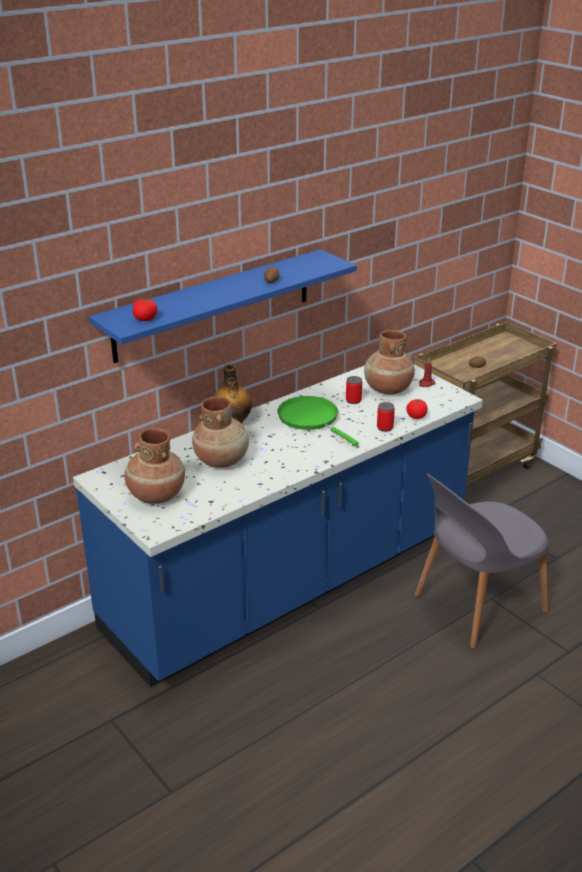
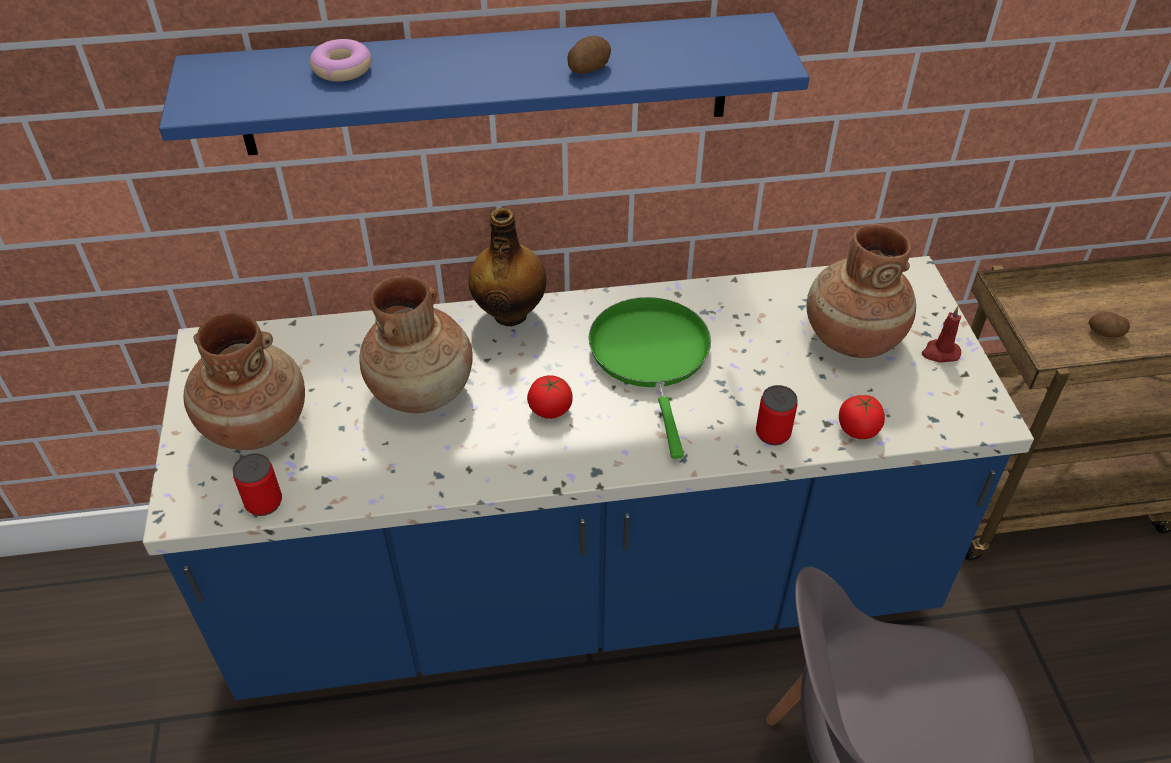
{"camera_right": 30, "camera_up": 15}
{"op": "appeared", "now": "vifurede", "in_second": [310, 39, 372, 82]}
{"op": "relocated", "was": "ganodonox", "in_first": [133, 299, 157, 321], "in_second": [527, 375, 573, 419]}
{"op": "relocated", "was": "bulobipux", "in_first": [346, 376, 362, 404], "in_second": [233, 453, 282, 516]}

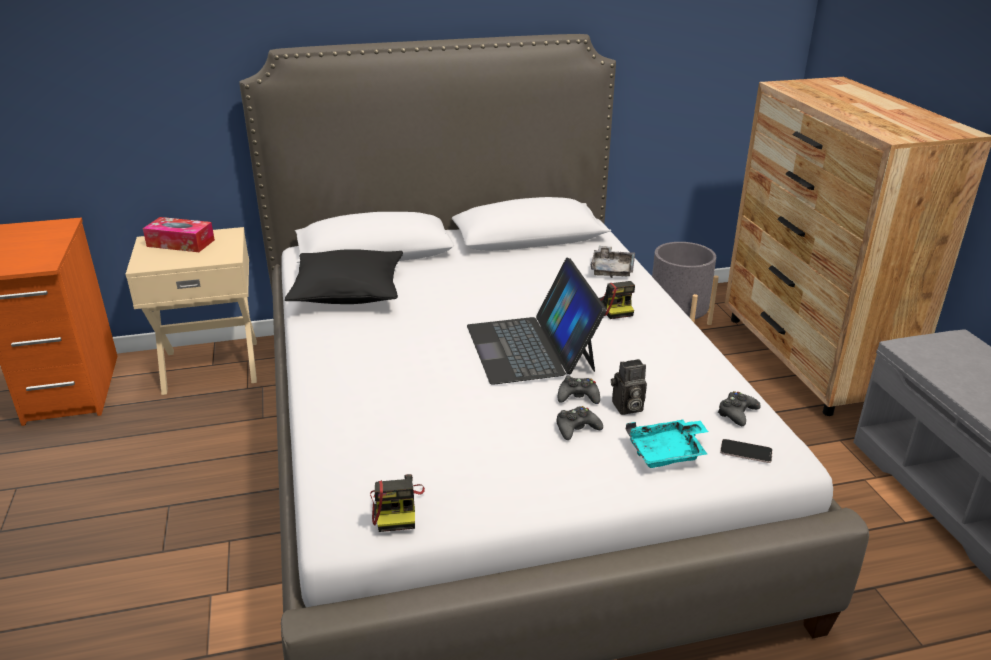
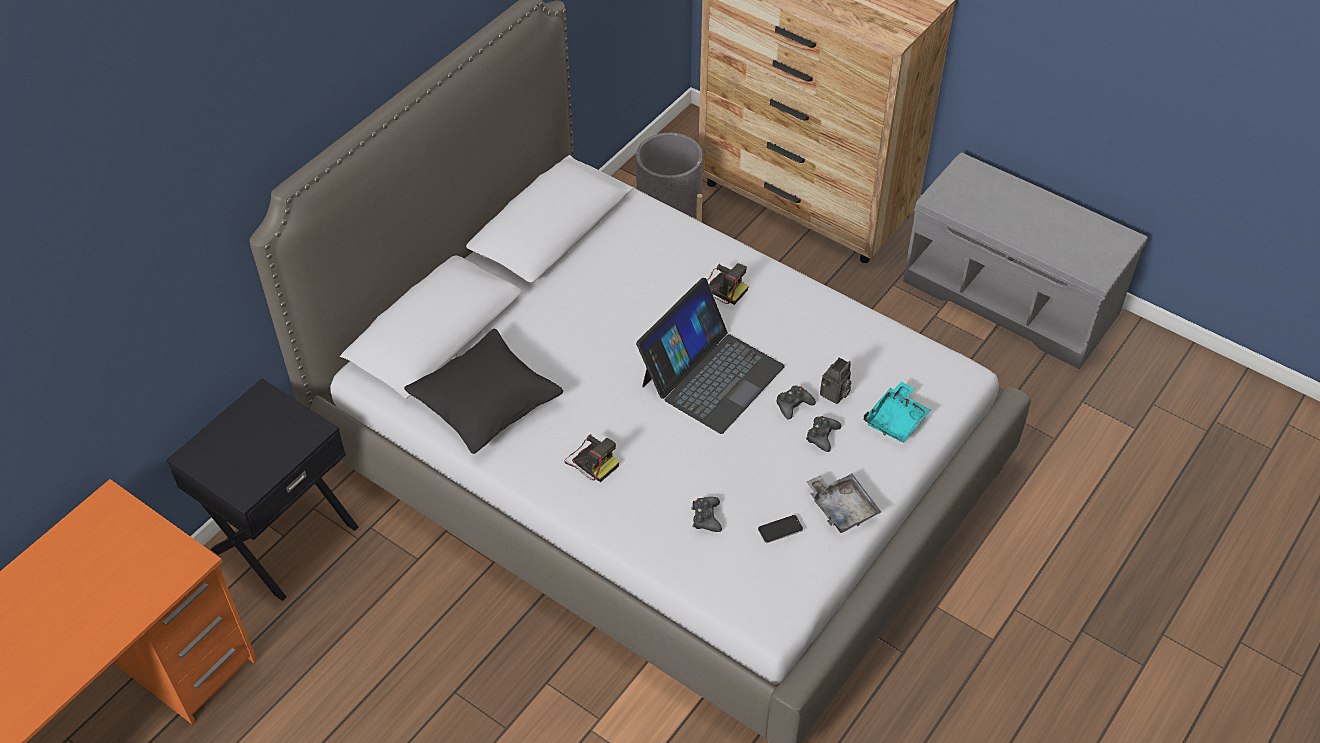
{"camera_right": -40, "camera_up": 20}
{"op": "missing", "was": "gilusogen", "in_first": [143, 217, 215, 252]}
{"op": "relocated", "was": "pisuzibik", "in_first": [370, 474, 425, 532], "in_second": [564, 434, 619, 482]}
{"op": "relocated", "was": "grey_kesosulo", "in_first": [591, 246, 635, 278], "in_second": [806, 474, 881, 533]}
{"op": "relocated", "was": "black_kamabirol", "in_first": [717, 391, 761, 426], "in_second": [691, 497, 722, 532]}
{"op": "relocated", "was": "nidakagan", "in_first": [720, 439, 773, 463], "in_second": [758, 515, 803, 543]}
{"op": "colour", "was": "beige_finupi", "now": "black_finupi", "in_first": [126, 227, 257, 395], "in_second": [167, 378, 358, 601]}
{"op": "spun", "was": "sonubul", "in_first": [467, 258, 607, 385], "in_second": [636, 278, 785, 434], "clockwise": -90}

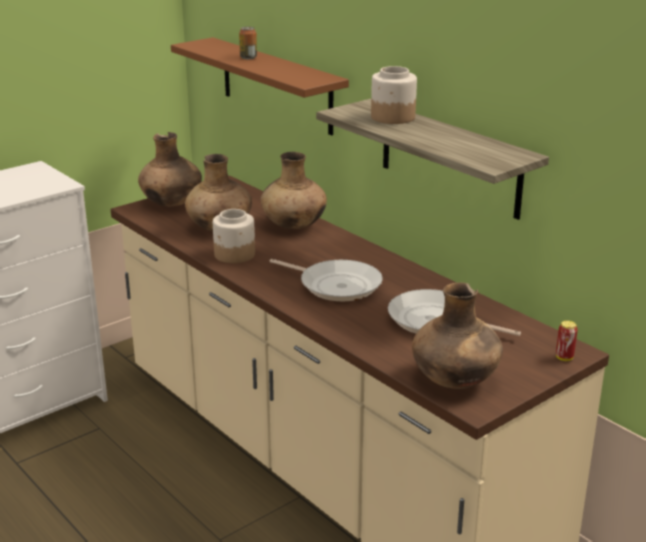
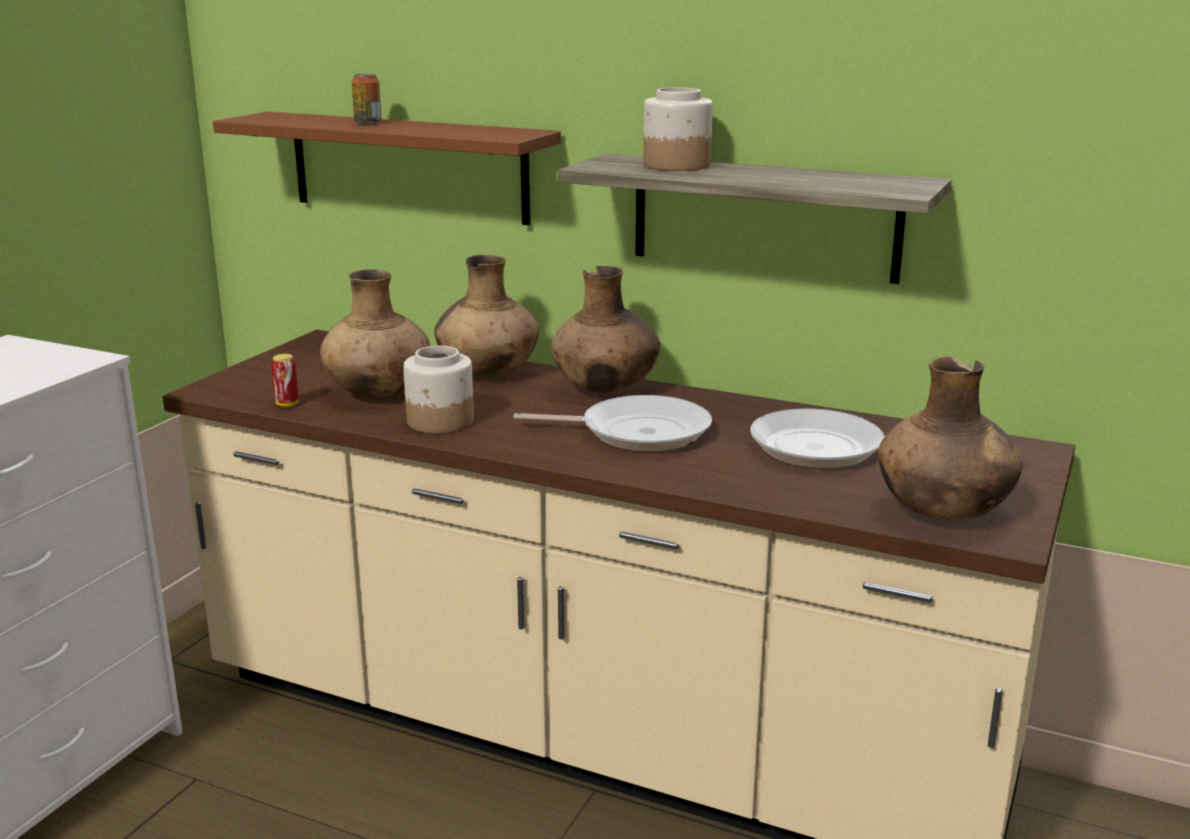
{"camera_right": -25, "camera_up": -5}
{"op": "relocated", "was": "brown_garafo", "in_first": [138, 132, 202, 206], "in_second": [551, 266, 660, 393]}
{"op": "relocated", "was": "bulobipux", "in_first": [556, 321, 578, 361], "in_second": [271, 354, 299, 407]}

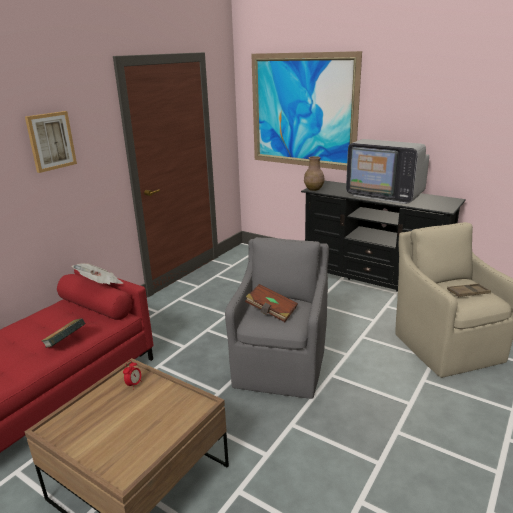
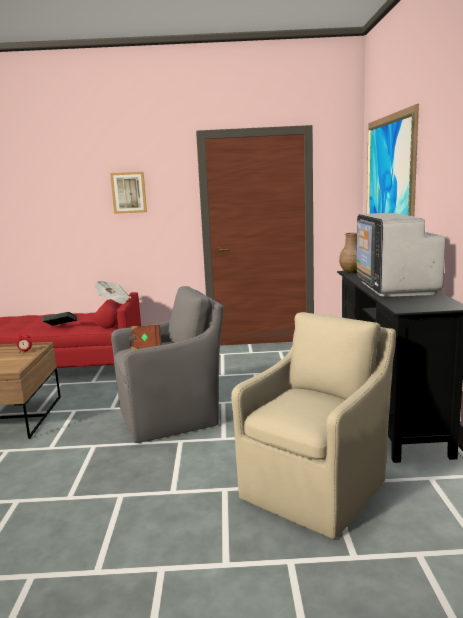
{"camera_right": 55, "camera_up": -10}
{"op": "missing", "was": "brown_kesosulo", "in_first": [447, 284, 491, 298]}

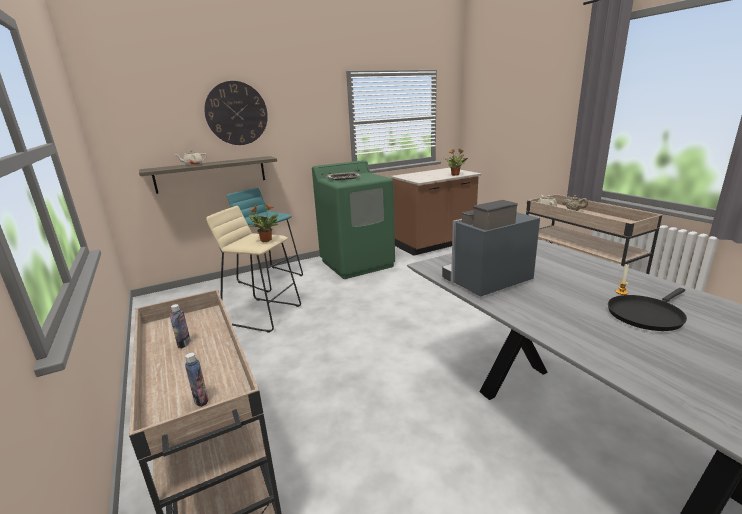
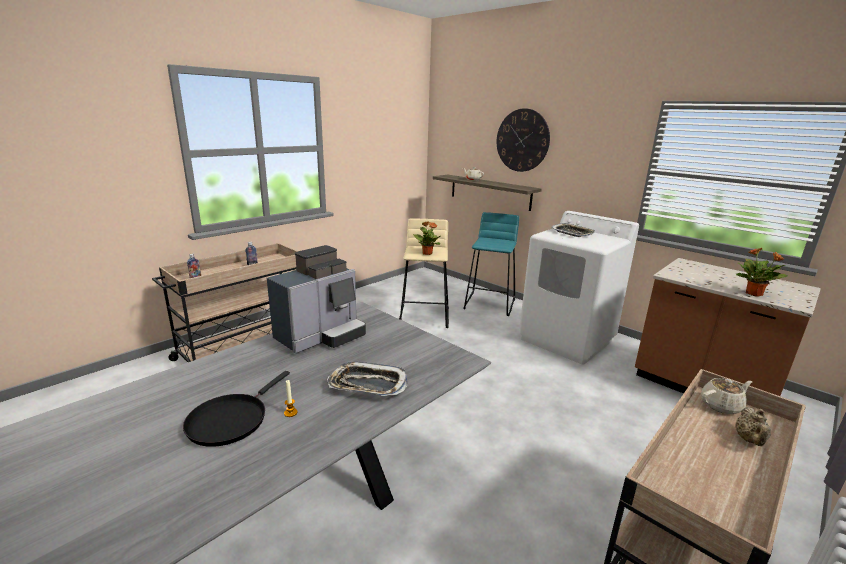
{"camera_right": 70, "camera_up": 0}
{"op": "appeared", "now": "kesosulo", "in_second": [327, 362, 407, 396]}
{"op": "colour", "was": "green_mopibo", "now": "white_mopibo", "in_first": [312, 160, 395, 279], "in_second": [519, 211, 639, 365]}
{"op": "spun", "was": "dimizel", "in_first": [442, 200, 540, 297], "in_second": [267, 245, 366, 353], "clockwise": 90}
{"op": "spun", "was": "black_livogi", "in_first": [608, 288, 687, 331], "in_second": [183, 371, 290, 447], "clockwise": -105}

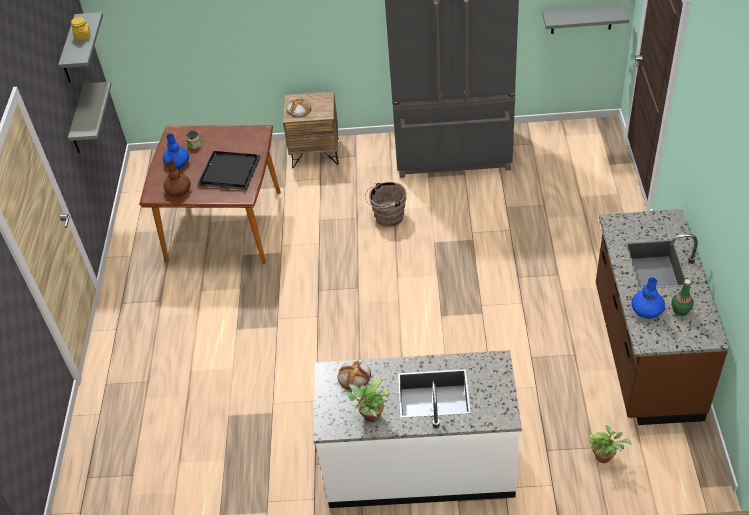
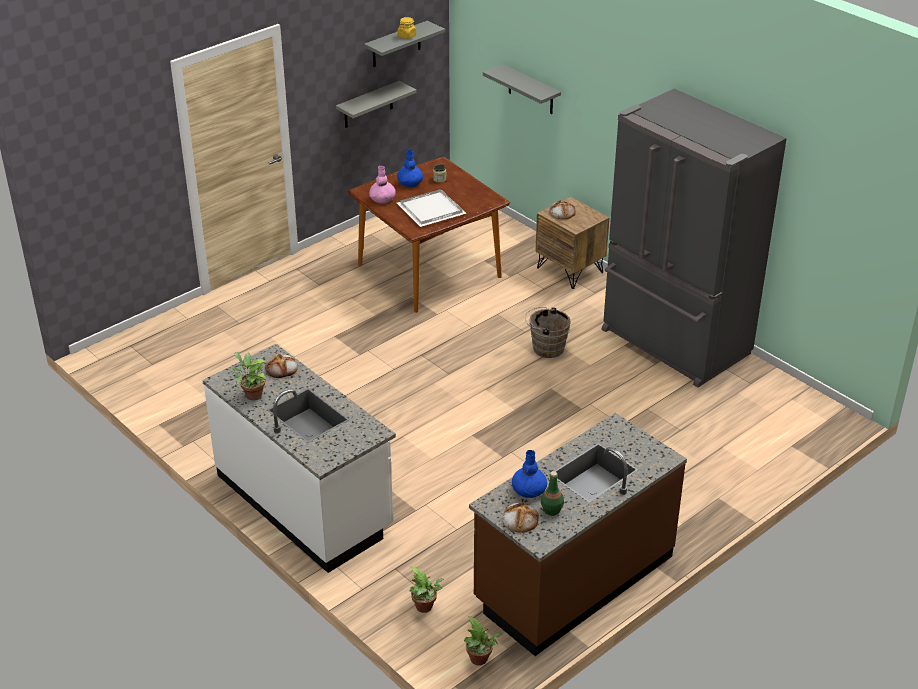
{"camera_right": 45, "camera_up": -10}
{"op": "appeared", "now": "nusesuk", "in_second": [464, 616, 502, 666]}
{"op": "appeared", "now": "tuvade", "in_second": [502, 502, 539, 533]}
{"op": "relocated", "was": "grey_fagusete", "in_first": [542, 5, 629, 34], "in_second": [483, 64, 561, 114]}
{"op": "colour", "was": "brown_garafo", "now": "pink_garafo", "in_first": [163, 161, 191, 197], "in_second": [369, 166, 396, 204]}
{"op": "colour", "was": "black_kesosulo", "now": "white_kesosulo", "in_first": [197, 151, 261, 190], "in_second": [397, 189, 467, 227]}

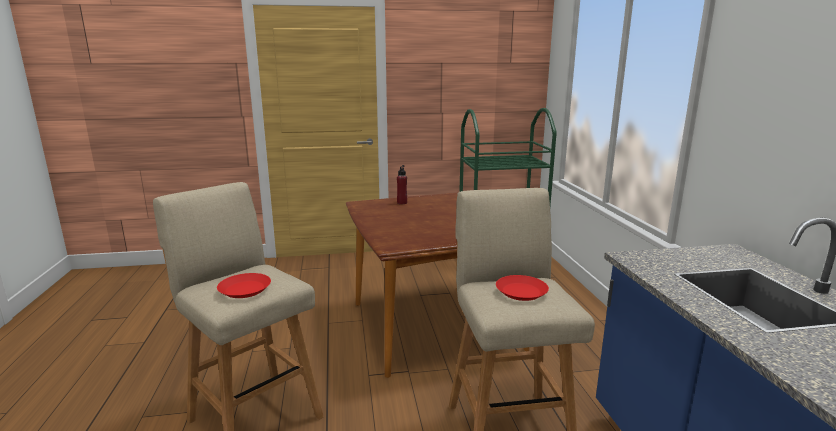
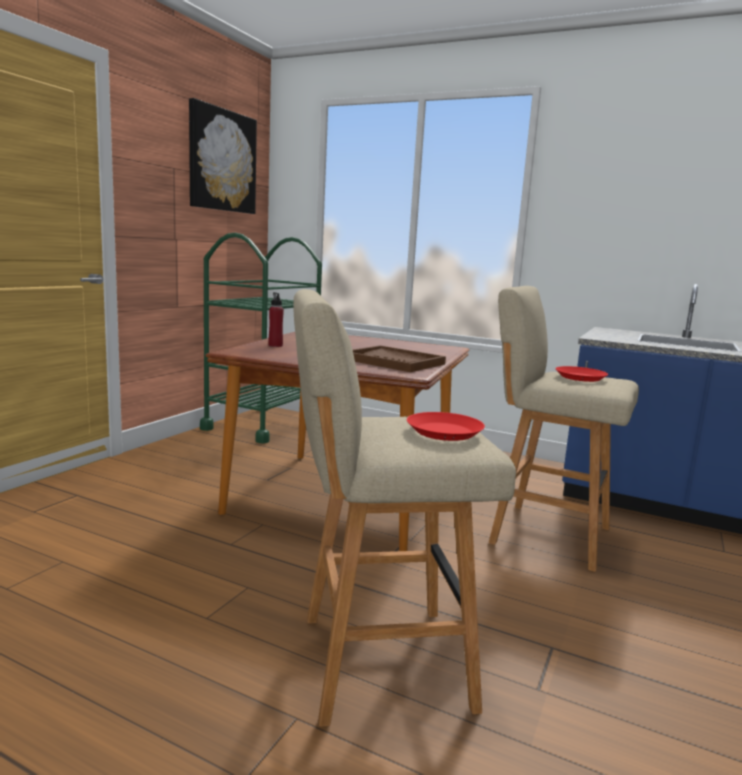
{"camera_right": -55, "camera_up": -5}
{"op": "appeared", "now": "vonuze", "in_second": [189, 98, 257, 214]}
{"op": "appeared", "now": "brown_kesosulo", "in_second": [353, 345, 446, 372]}

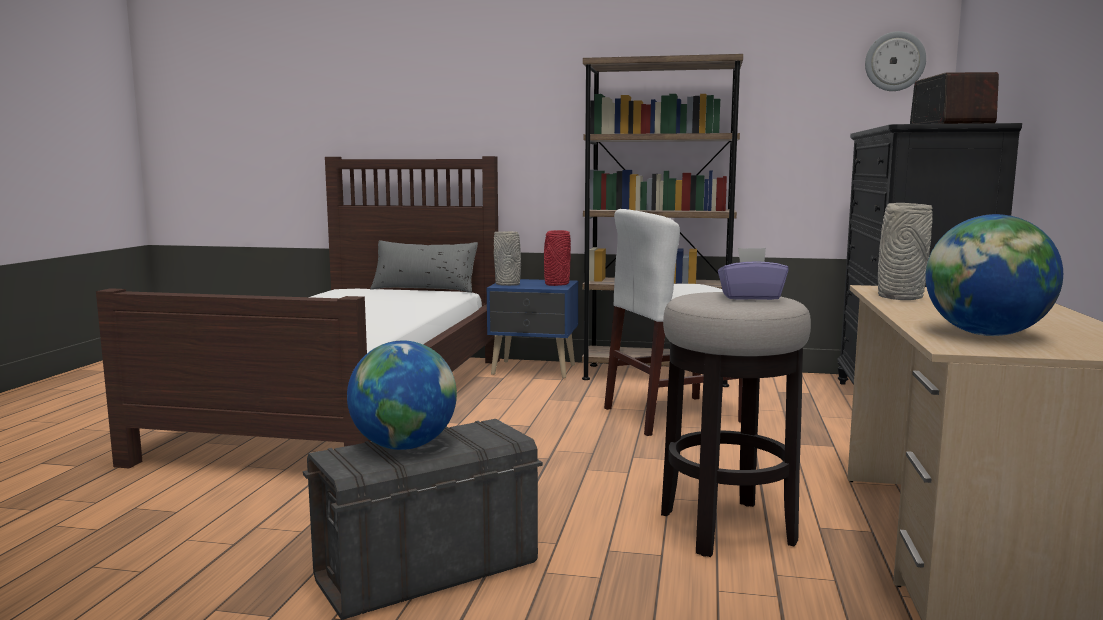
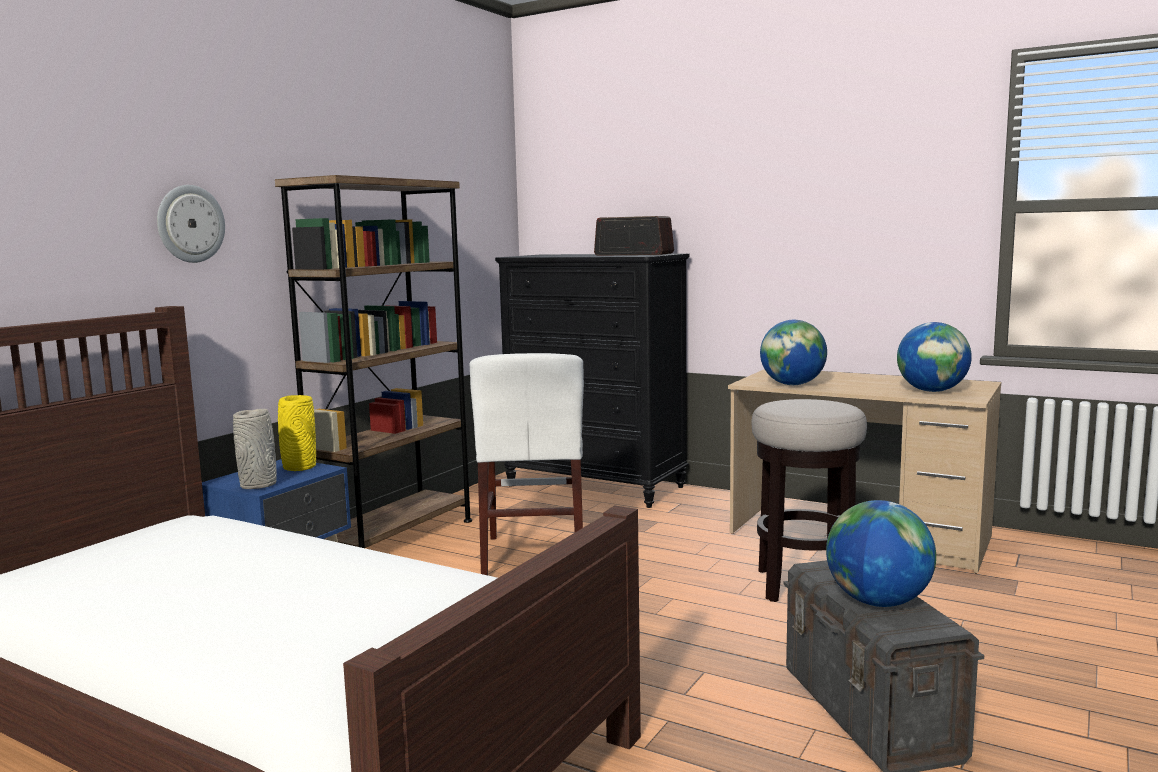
{"camera_right": -70, "camera_up": 0}
{"op": "missing", "was": "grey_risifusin", "in_first": [370, 240, 478, 293]}
{"op": "missing", "was": "purple_gilusogen", "in_first": [718, 248, 789, 300]}
{"op": "relocated", "was": "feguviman", "in_first": [865, 31, 926, 91], "in_second": [157, 185, 225, 263]}
{"op": "exchanged", "was": "grey_garafo", "now": "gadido", "in_first": [878, 203, 933, 300], "in_second": [760, 320, 827, 385]}
{"op": "colour", "was": "red_garafo", "now": "yellow_garafo", "in_first": [544, 230, 571, 286], "in_second": [278, 395, 316, 471]}

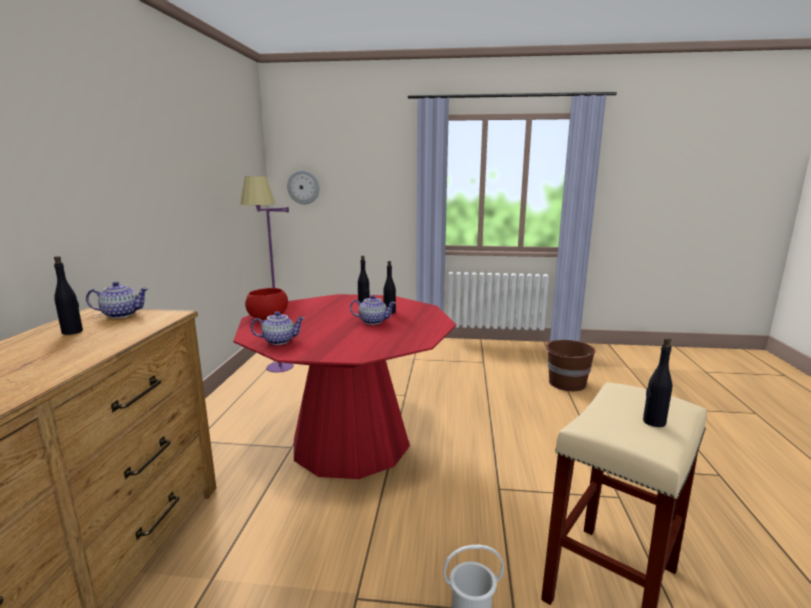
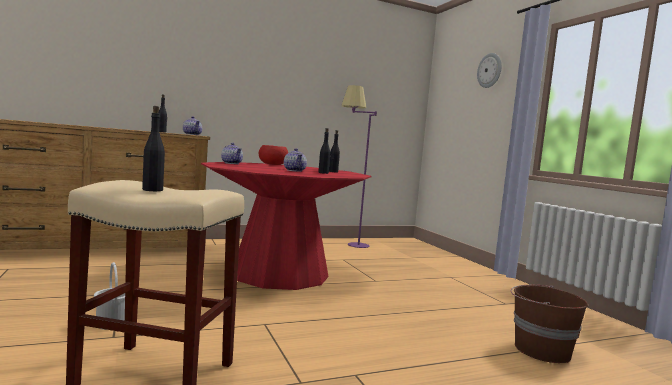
{"camera_right": 60, "camera_up": -10}
{"op": "relocated", "was": "feguviman", "in_first": [287, 170, 320, 204], "in_second": [477, 53, 502, 88]}

